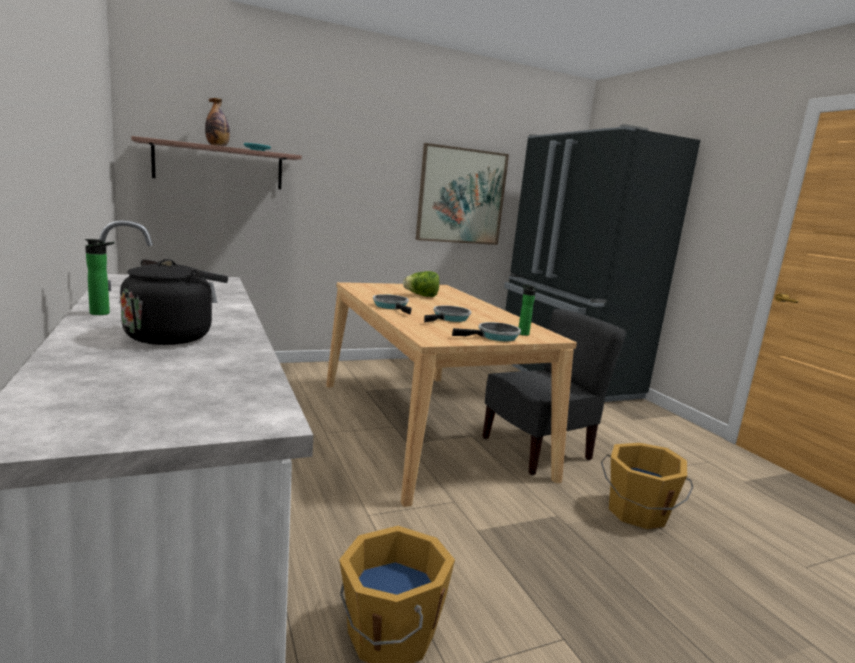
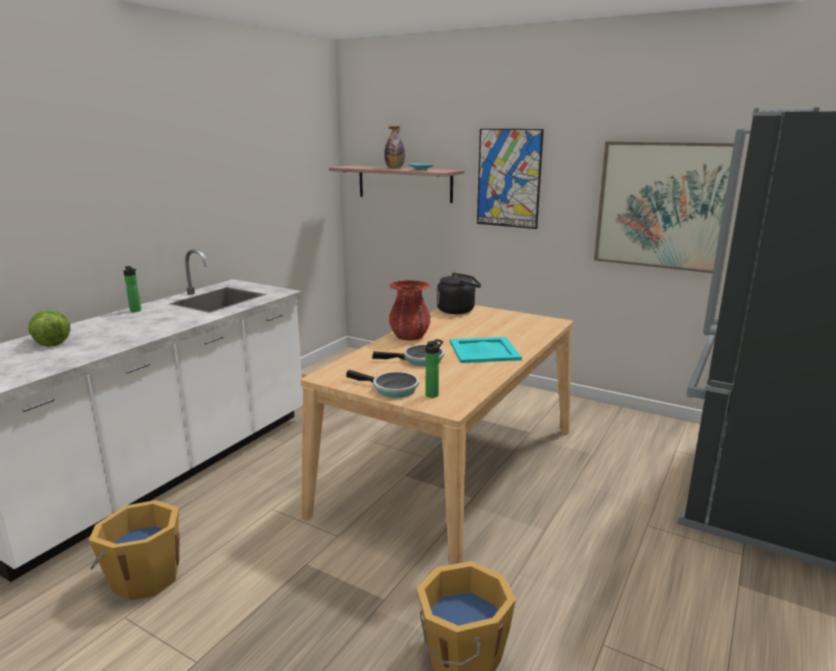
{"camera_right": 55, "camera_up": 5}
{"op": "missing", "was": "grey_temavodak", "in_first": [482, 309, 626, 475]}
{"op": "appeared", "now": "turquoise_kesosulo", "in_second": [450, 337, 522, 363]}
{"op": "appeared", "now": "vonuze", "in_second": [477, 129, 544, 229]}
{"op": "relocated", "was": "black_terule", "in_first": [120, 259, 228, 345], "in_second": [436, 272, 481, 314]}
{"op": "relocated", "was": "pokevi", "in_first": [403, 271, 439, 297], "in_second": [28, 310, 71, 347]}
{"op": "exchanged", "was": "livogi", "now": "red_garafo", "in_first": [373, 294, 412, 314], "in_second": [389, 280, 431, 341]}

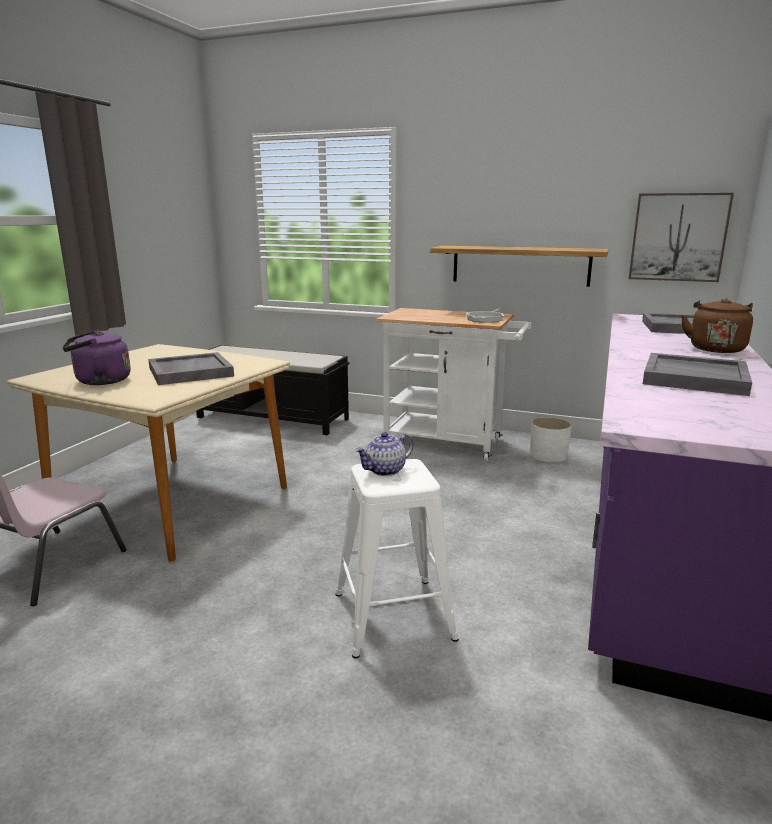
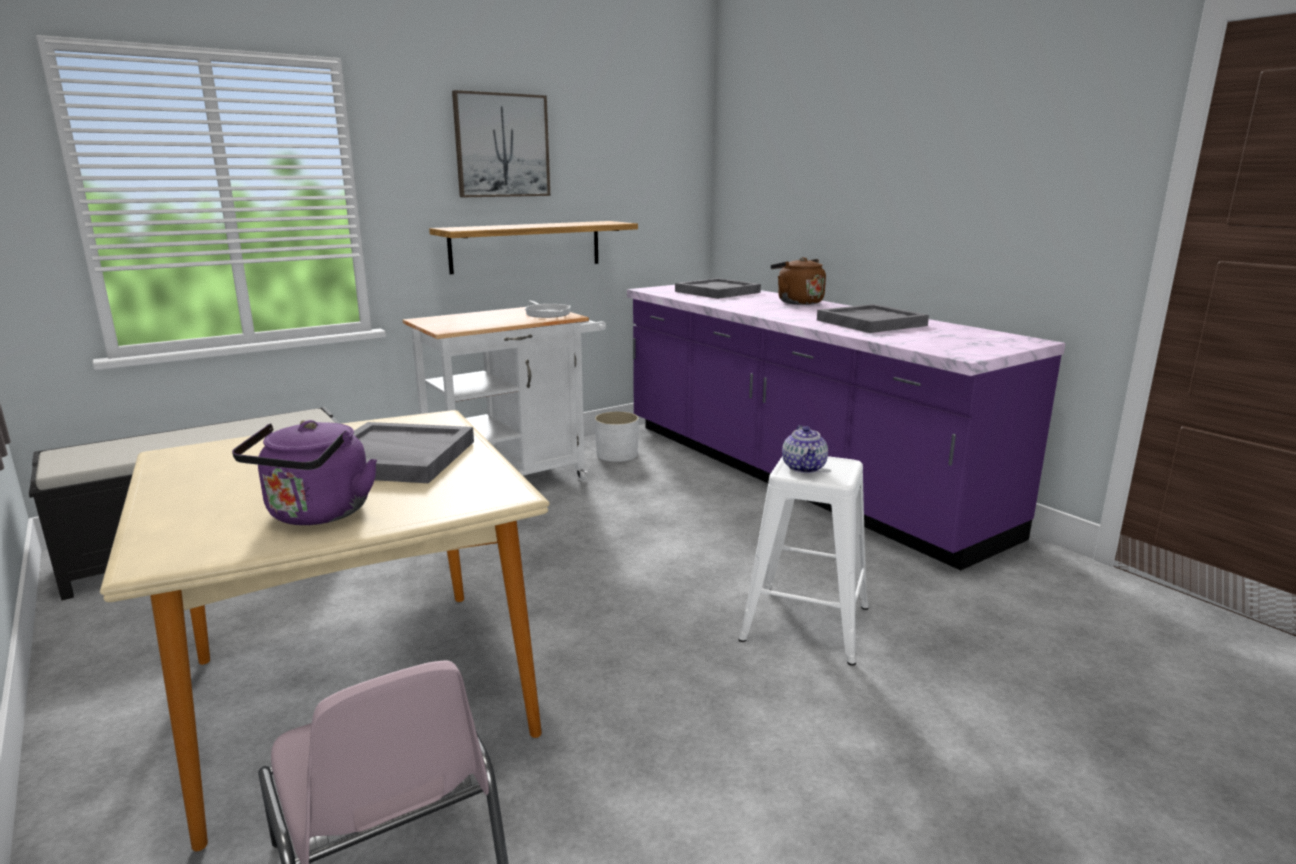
{"camera_right": -55, "camera_up": 0}
{"op": "relocated", "was": "vonuze", "in_first": [629, 193, 734, 282], "in_second": [452, 90, 550, 197]}

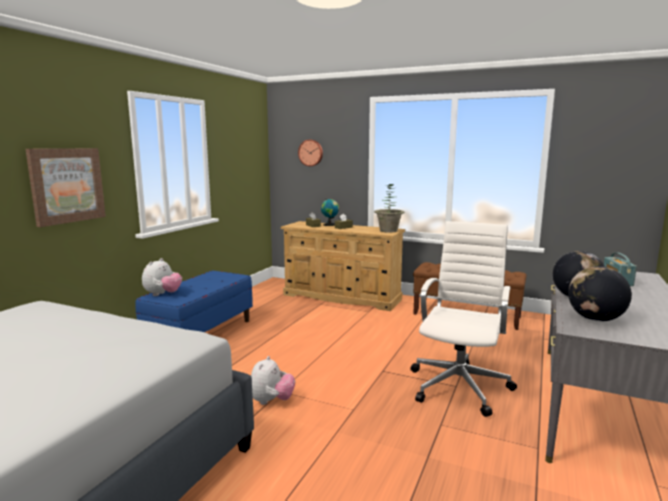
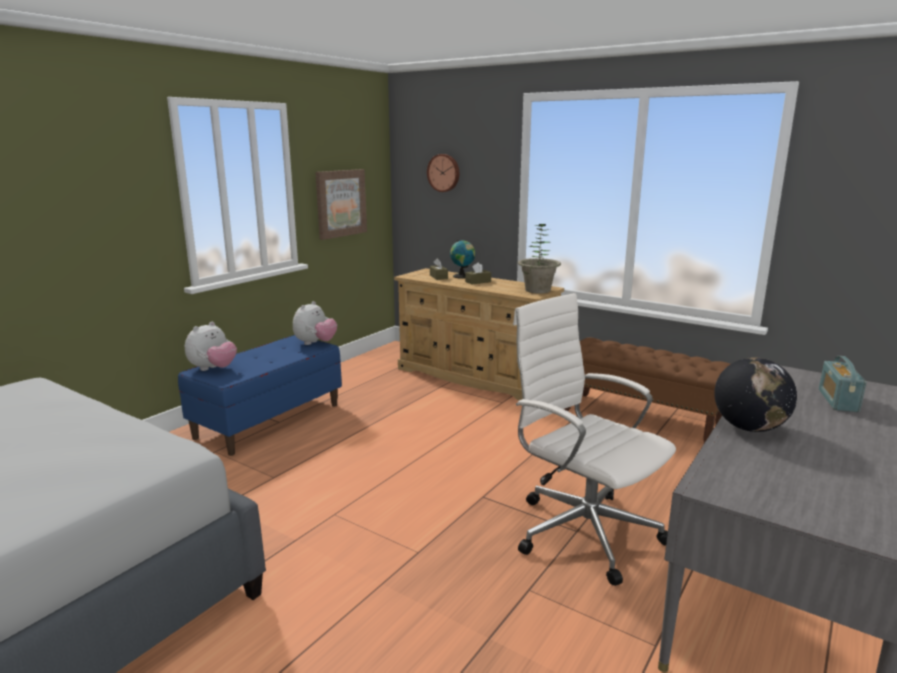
{"camera_right": 10, "camera_up": 5}
{"op": "missing", "was": "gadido", "in_first": [568, 266, 632, 321]}
{"op": "relocated", "was": "vonuze", "in_first": [26, 148, 106, 227], "in_second": [315, 169, 367, 240]}
{"op": "relocated", "was": "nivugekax", "in_first": [251, 356, 295, 405], "in_second": [293, 301, 337, 345]}
{"op": "spun", "was": "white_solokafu", "in_first": [410, 221, 517, 417], "in_second": [513, 293, 676, 586], "clockwise": -75}

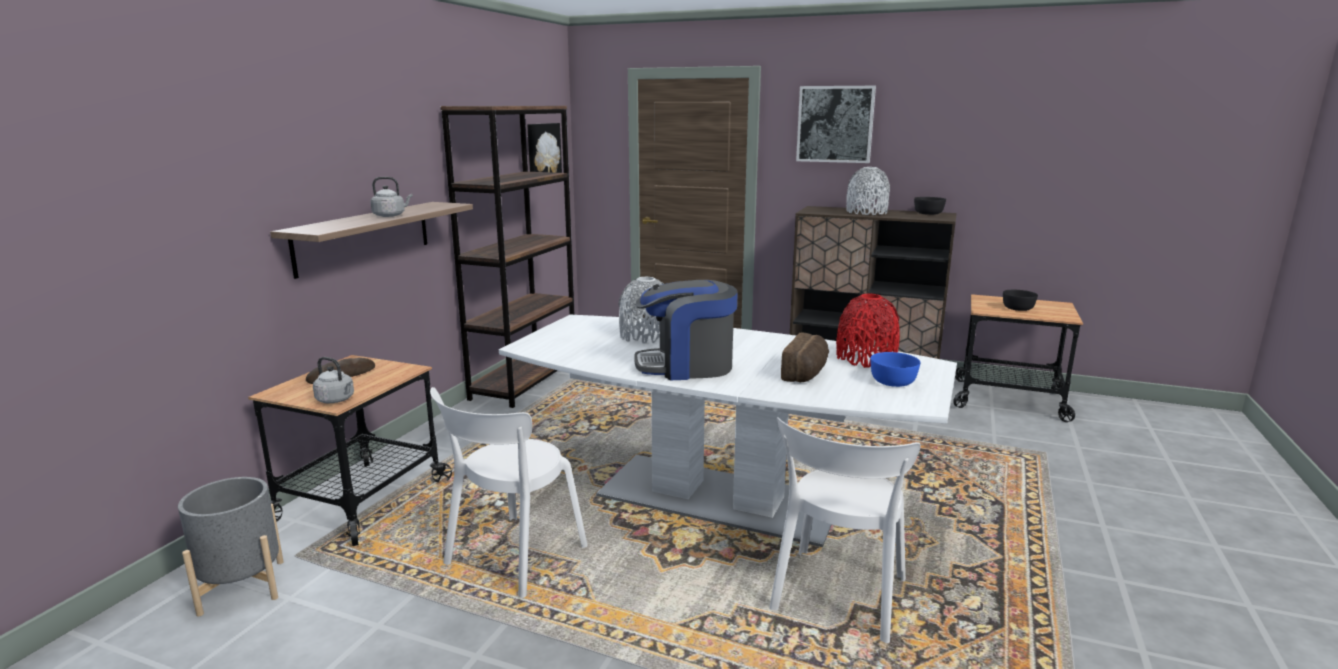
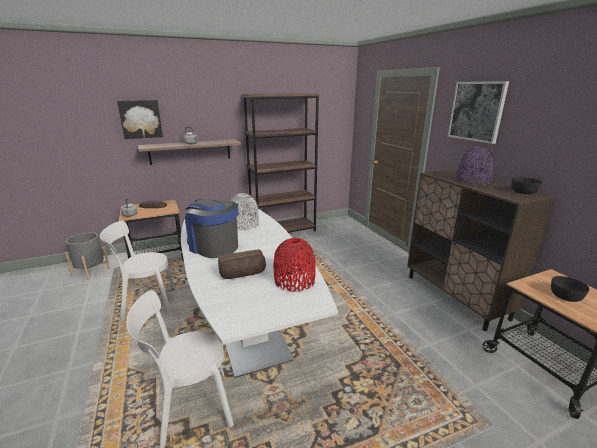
{"camera_right": 45, "camera_up": 5}
{"op": "missing", "was": "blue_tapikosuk", "in_first": [870, 352, 920, 387]}
{"op": "relocated", "was": "vonuze", "in_first": [527, 123, 562, 173], "in_second": [117, 100, 163, 139]}
{"op": "colour", "was": "grey_garafo", "now": "purple_garafo", "in_first": [846, 167, 890, 215], "in_second": [456, 147, 494, 186]}

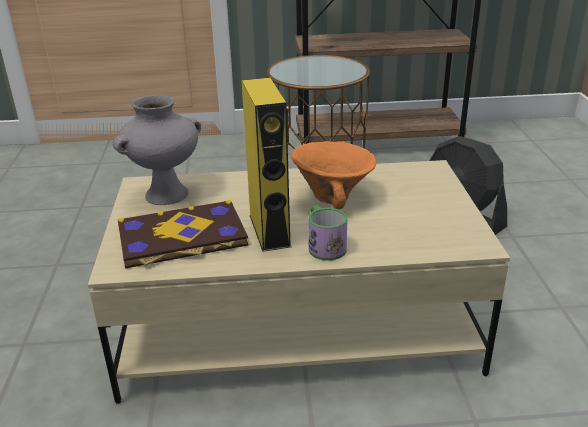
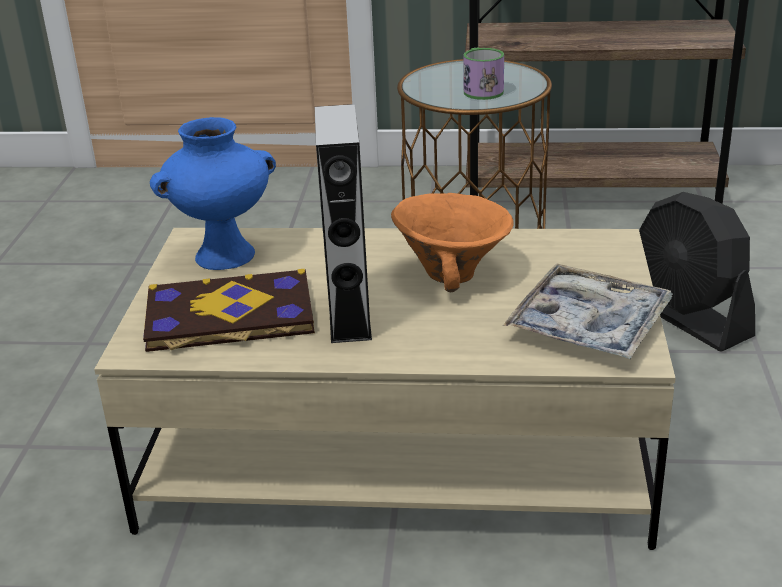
{"camera_right": 10, "camera_up": 0}
{"op": "appeared", "now": "kesosulo", "in_second": [503, 263, 673, 359]}
{"op": "relocated", "was": "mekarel", "in_first": [308, 205, 347, 260], "in_second": [463, 48, 504, 100]}
{"op": "colour", "was": "grey_garafo", "now": "blue_garafo", "in_first": [113, 95, 201, 205], "in_second": [150, 117, 276, 270]}
{"op": "colour", "was": "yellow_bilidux", "now": "grey_bilidux", "in_first": [241, 78, 291, 252], "in_second": [315, 104, 372, 343]}

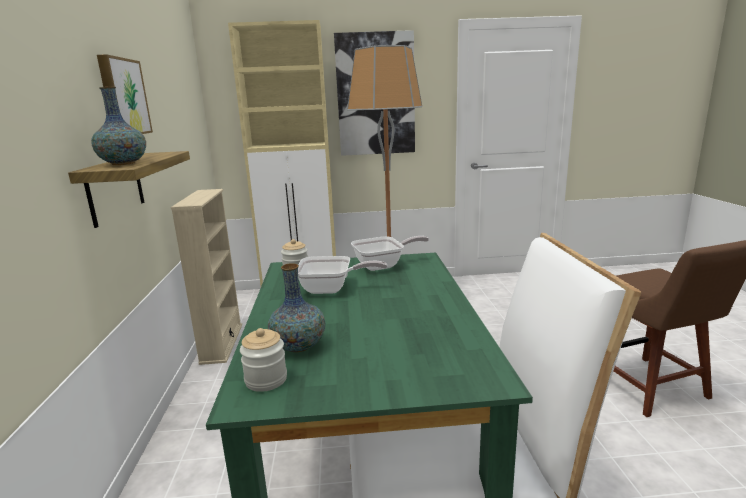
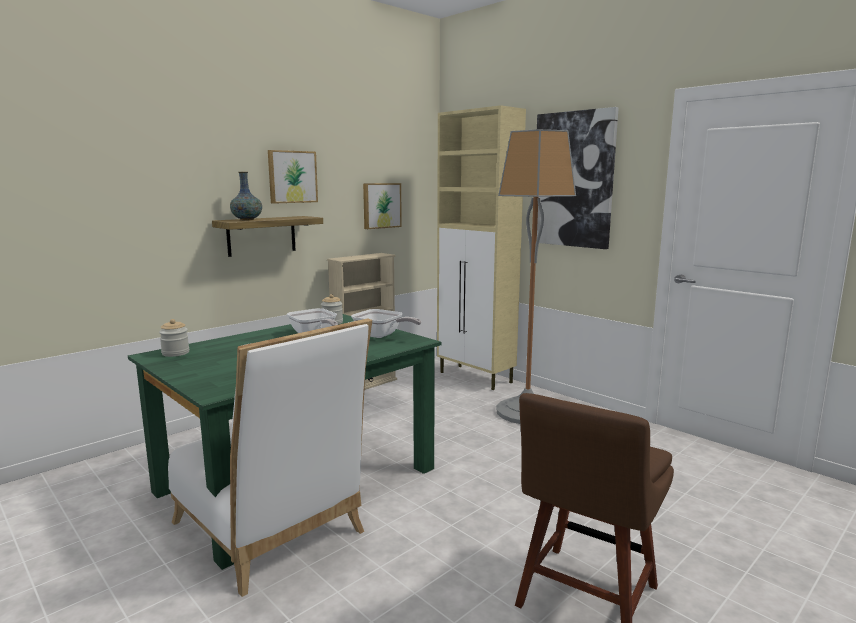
{"camera_right": 50, "camera_up": -5}
{"op": "missing", "was": "garafo", "in_first": [268, 263, 325, 352]}
{"op": "appeared", "now": "vonuze", "in_second": [363, 183, 402, 229]}

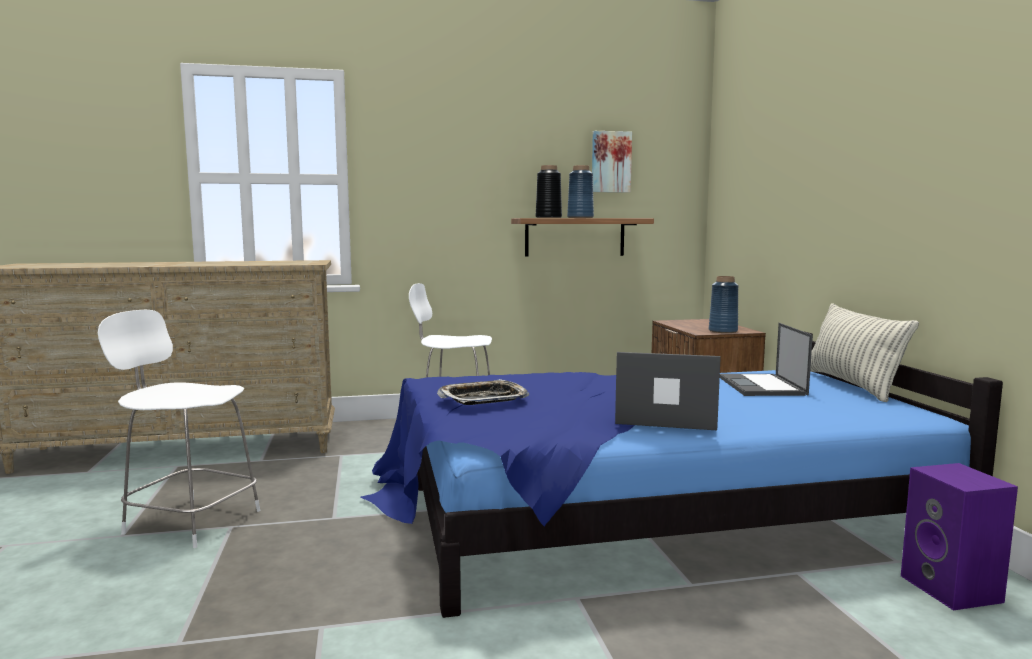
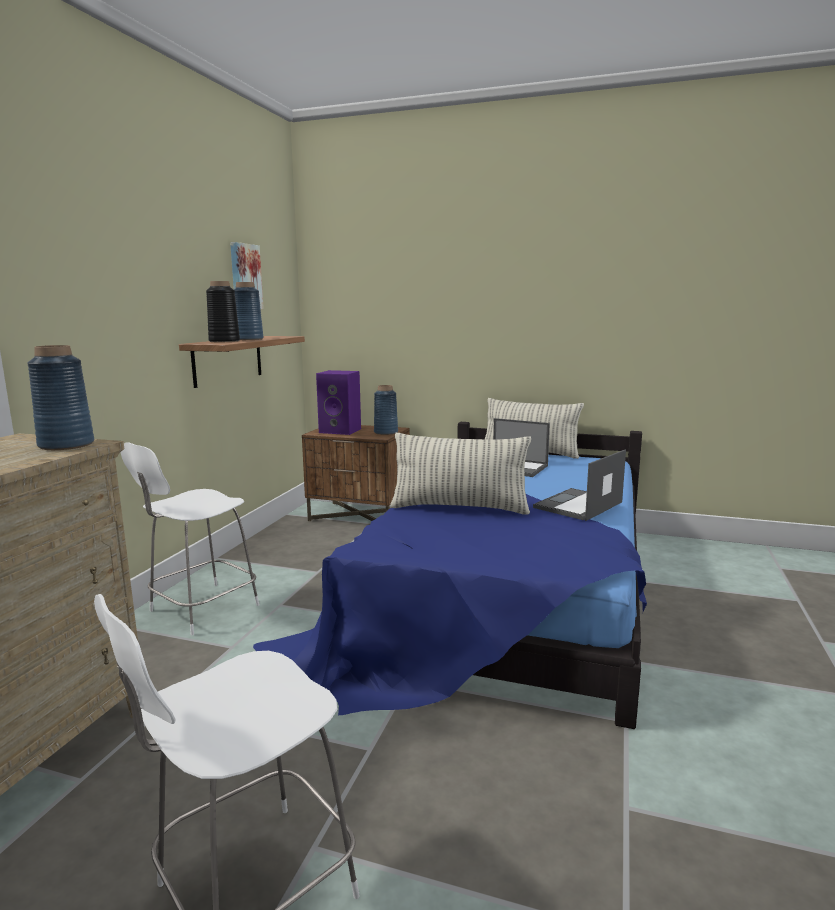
{"camera_right": -60, "camera_up": 5}
{"op": "missing", "was": "kesosulo", "in_first": [437, 379, 529, 405]}
{"op": "appeared", "now": "blue_garafo", "in_second": [27, 345, 94, 450]}
{"op": "appeared", "now": "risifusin", "in_second": [390, 433, 531, 515]}
{"op": "relocated", "was": "purple_bilidux", "in_first": [901, 463, 1018, 611], "in_second": [316, 370, 361, 435]}

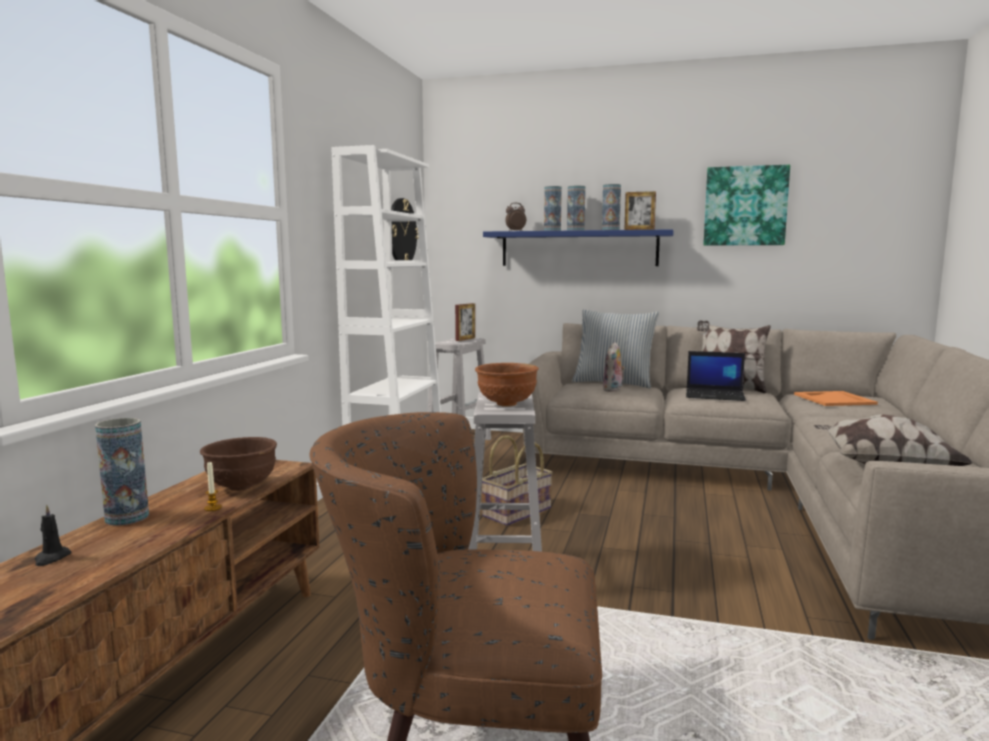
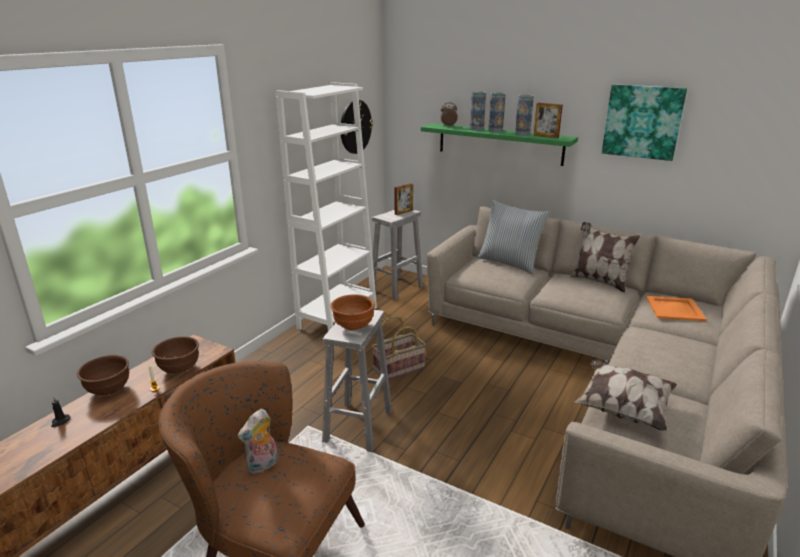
{"camera_right": 15, "camera_up": 15}
{"op": "missing", "was": "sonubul", "in_first": [686, 351, 746, 401]}
{"op": "relocated", "was": "nivugekax", "in_first": [603, 342, 625, 392], "in_second": [238, 409, 278, 474]}
{"op": "exchanged", "was": "garafo", "now": "brown_tapikosuk", "in_first": [95, 418, 149, 526], "in_second": [77, 355, 129, 395]}
{"op": "colour", "was": "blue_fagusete", "now": "green_fagusete", "in_first": [483, 229, 673, 266], "in_second": [421, 123, 578, 166]}

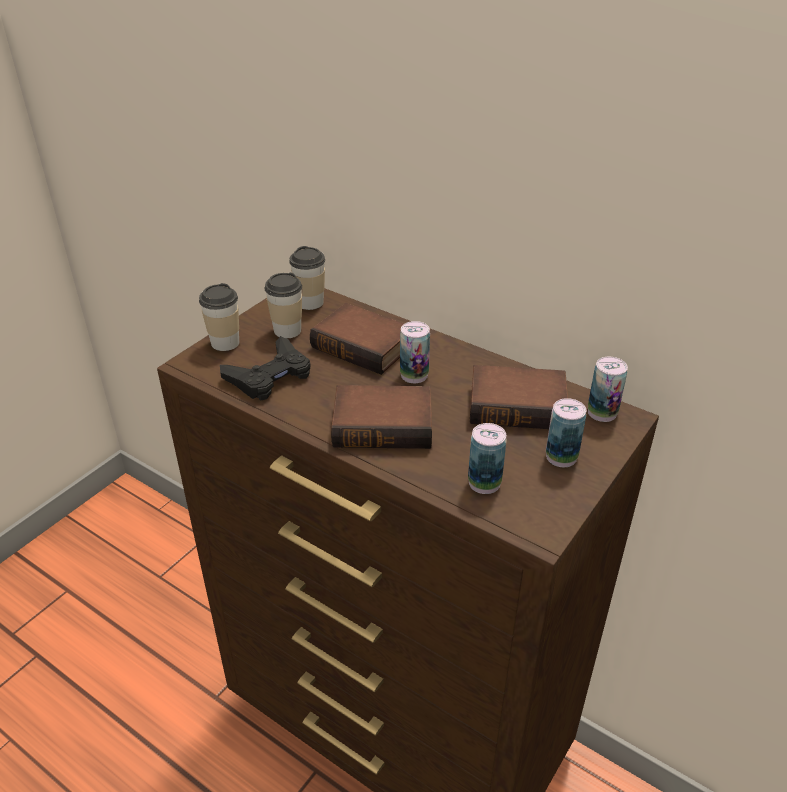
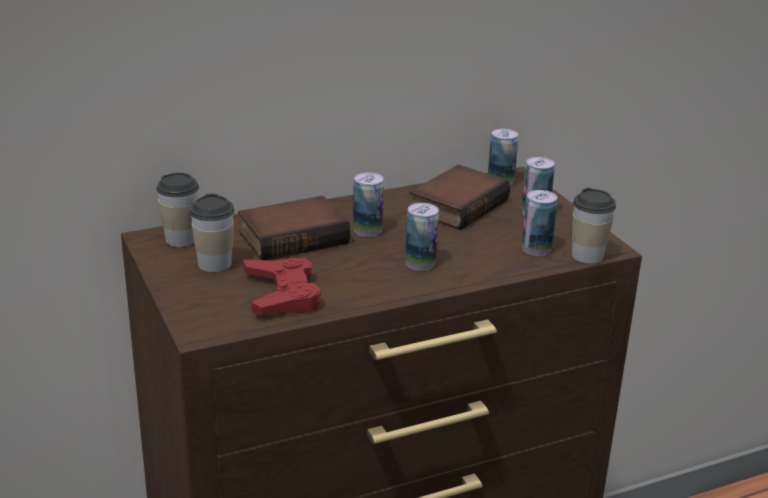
{"camera_right": -60, "camera_up": -10}
{"op": "relocated", "was": "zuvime", "in_first": [199, 283, 239, 351], "in_second": [572, 188, 616, 264]}
{"op": "exchanged", "was": "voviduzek", "now": "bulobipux", "in_first": [331, 385, 432, 449], "in_second": [405, 203, 439, 271]}
{"op": "colour", "was": "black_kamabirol", "now": "red_kamabirol", "in_first": [220, 336, 311, 401], "in_second": [243, 257, 321, 315]}

